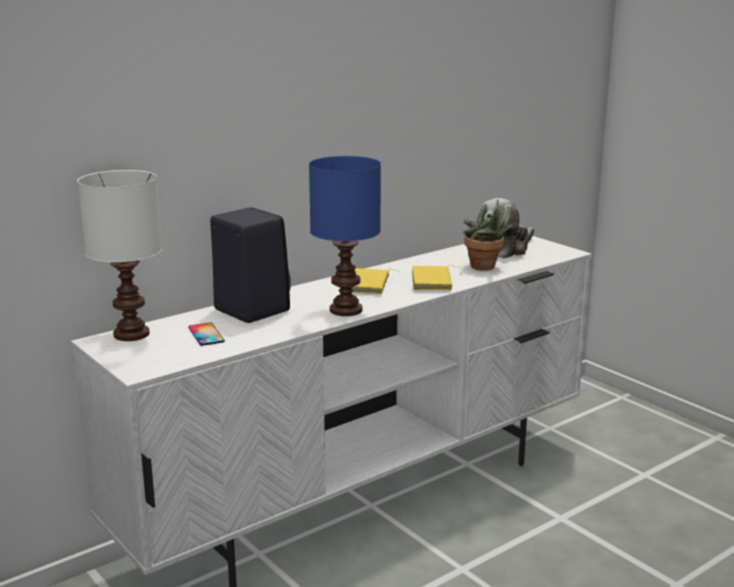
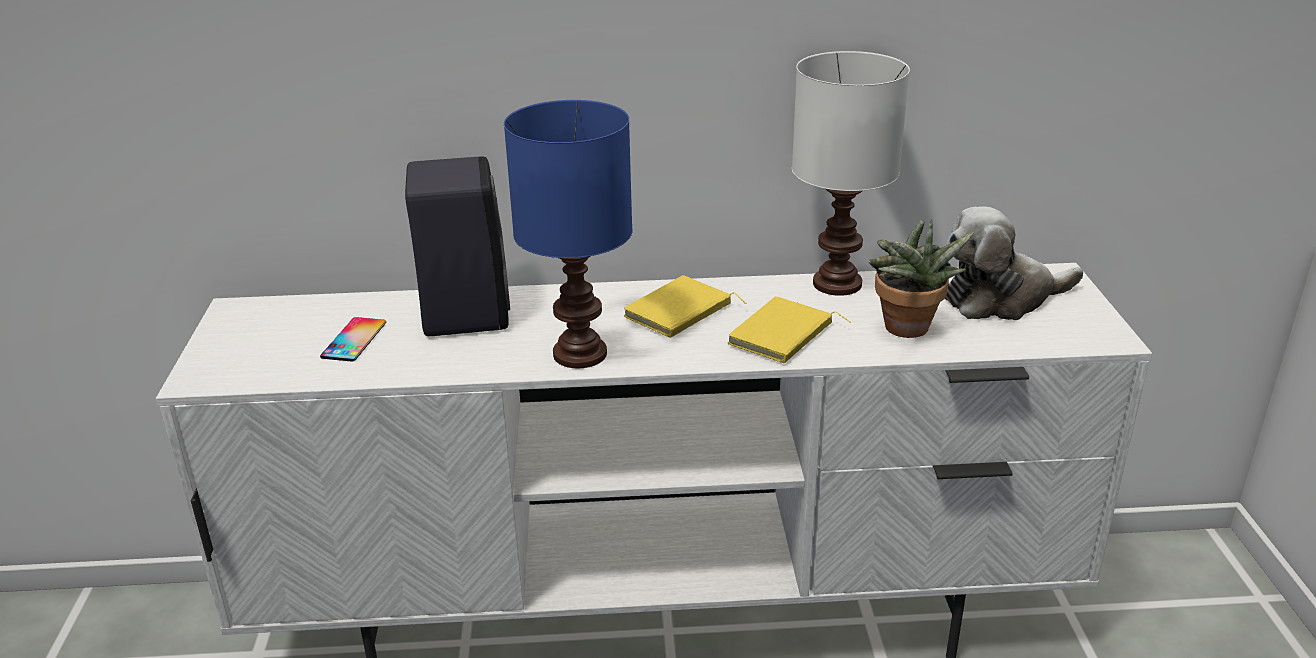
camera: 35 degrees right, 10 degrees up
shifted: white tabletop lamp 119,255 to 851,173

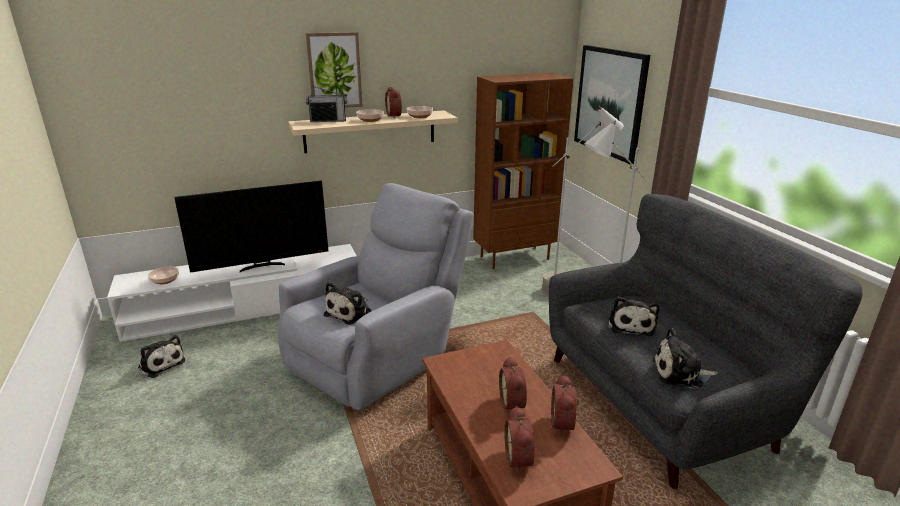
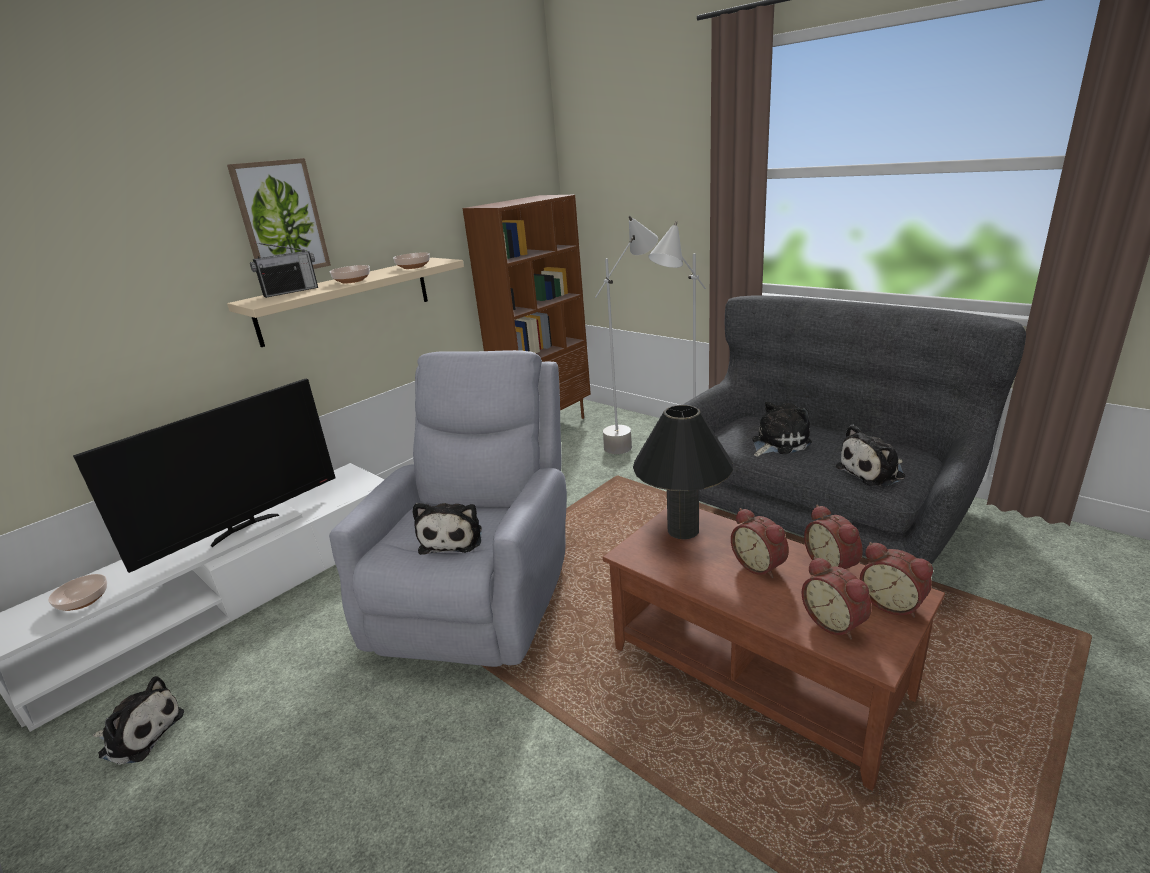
camera: 25 degrees left, 0 degrees up
gone: picture 612,105
new: black tabletop lamp 683,472
shifted: bedside clock 393,102 to 896,580
rotated: soft toy 634,316 = 782,429 105 degrees counterclockwise

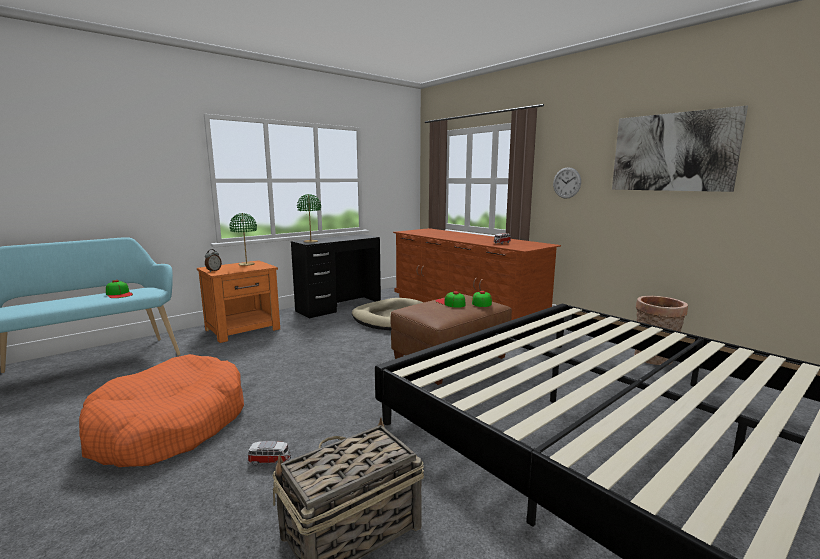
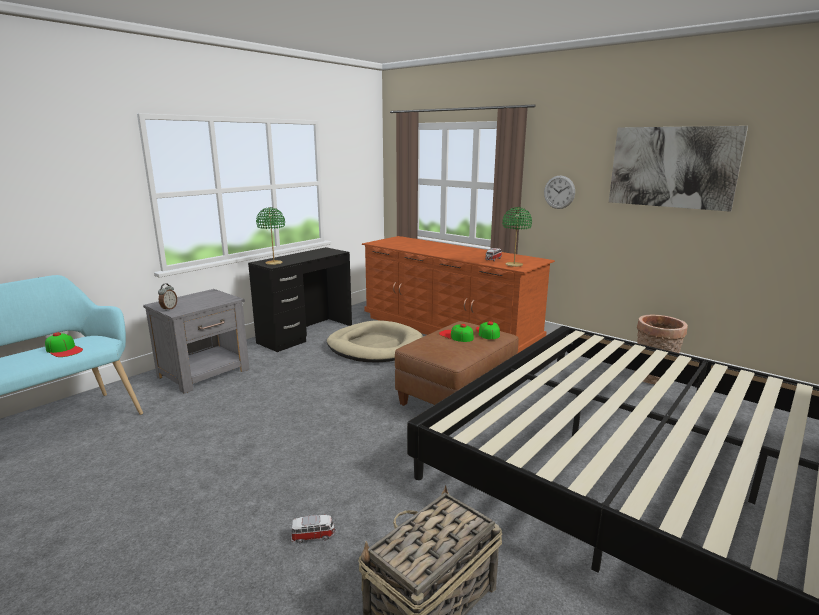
camera: 10 degrees left, 5 degrees up
gone: orange pet bed 161,410
shifted: green-coloured tabletop lamp 243,239 to 517,237
repainted: orange bedside table 238,301 to gray bedside table 196,341

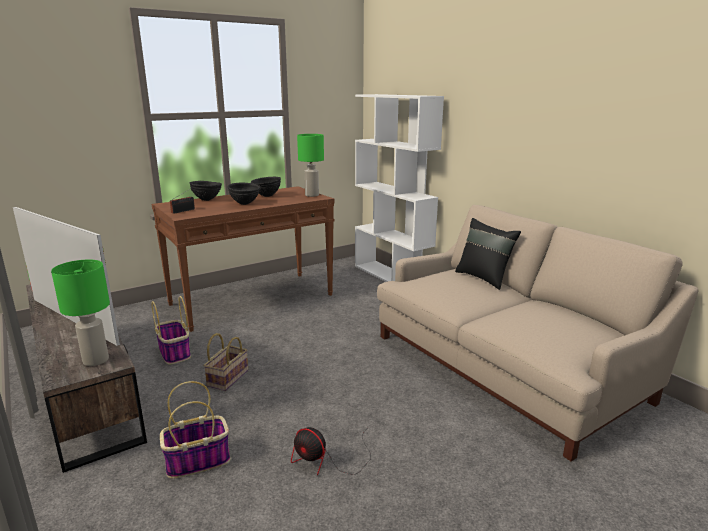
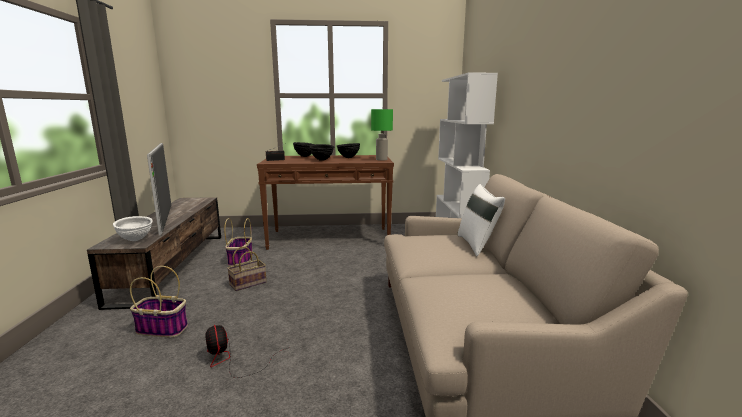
camera: 30 degrees right, 5 degrees down
swapped: green-coloured tabletop lamp 80,313 to white bowl 133,228
repainted: black pillow 488,254 to white pillow 481,220

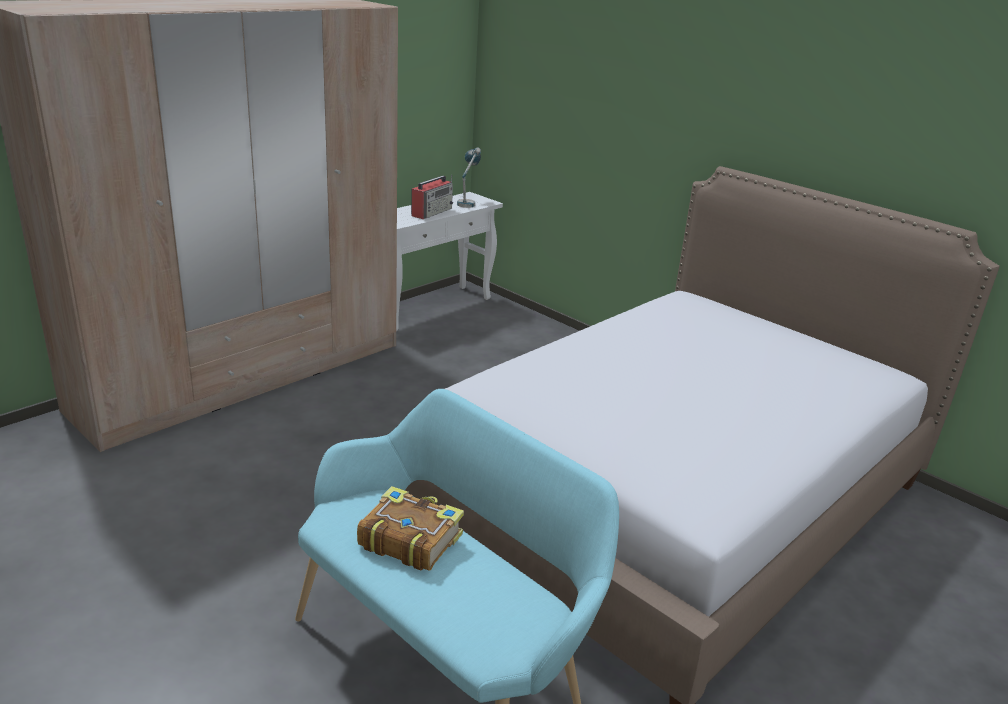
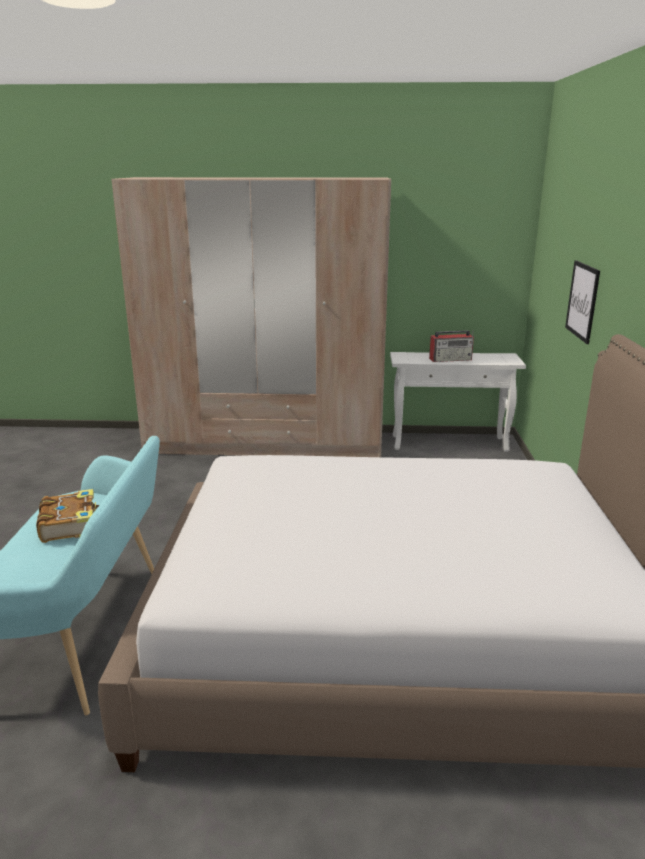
camera: 50 degrees right, 5 degrees down
gone: tabletop lamp 469,177
new: picture 582,302

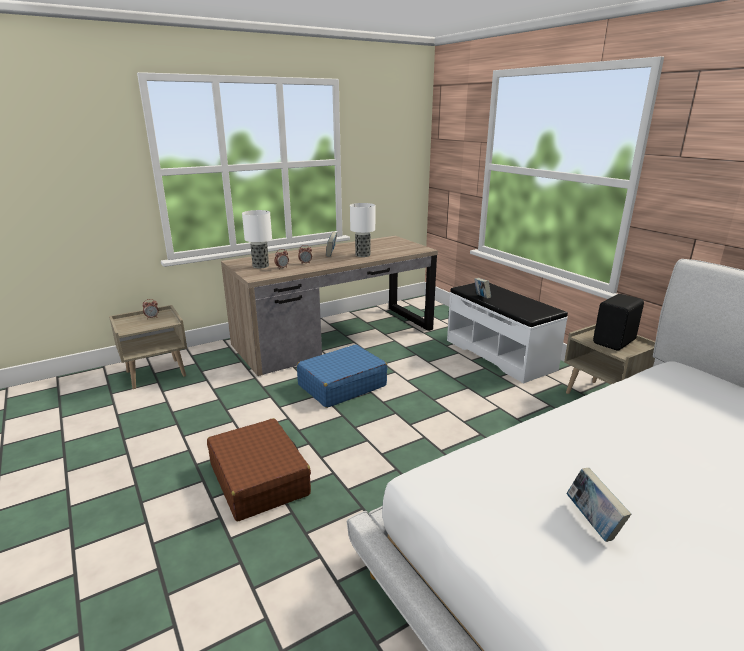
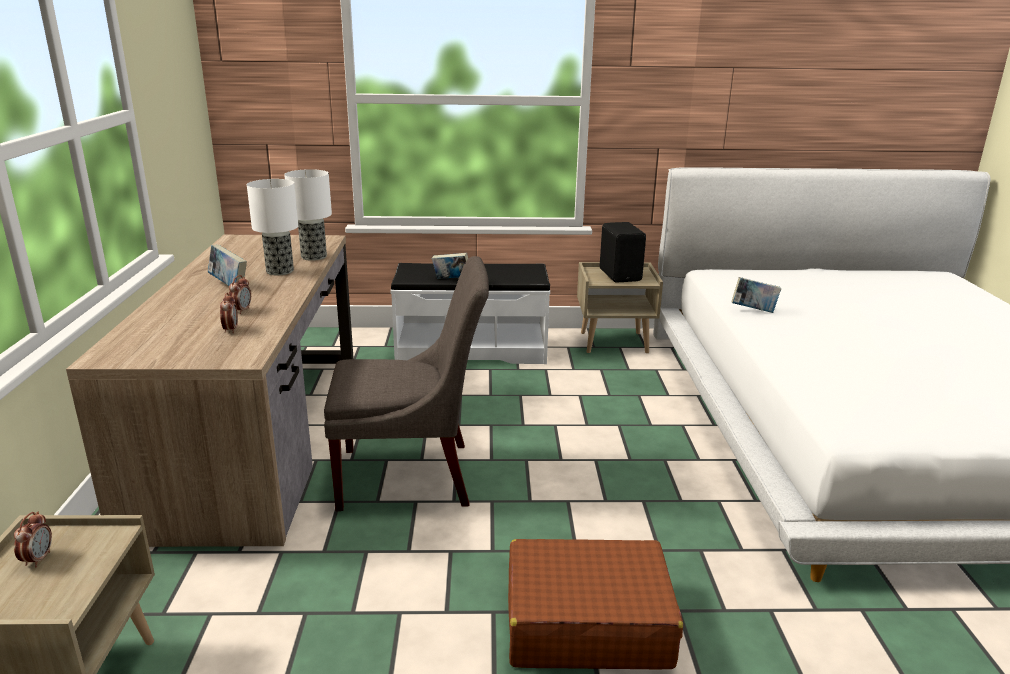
camera: 60 degrees left, 0 degrees up
shifted: tabletop lamp 257,239 to 308,215; bound book 598,505 to 756,295
swapped: blue piece of luggage 342,376 to gray upright chair 406,383

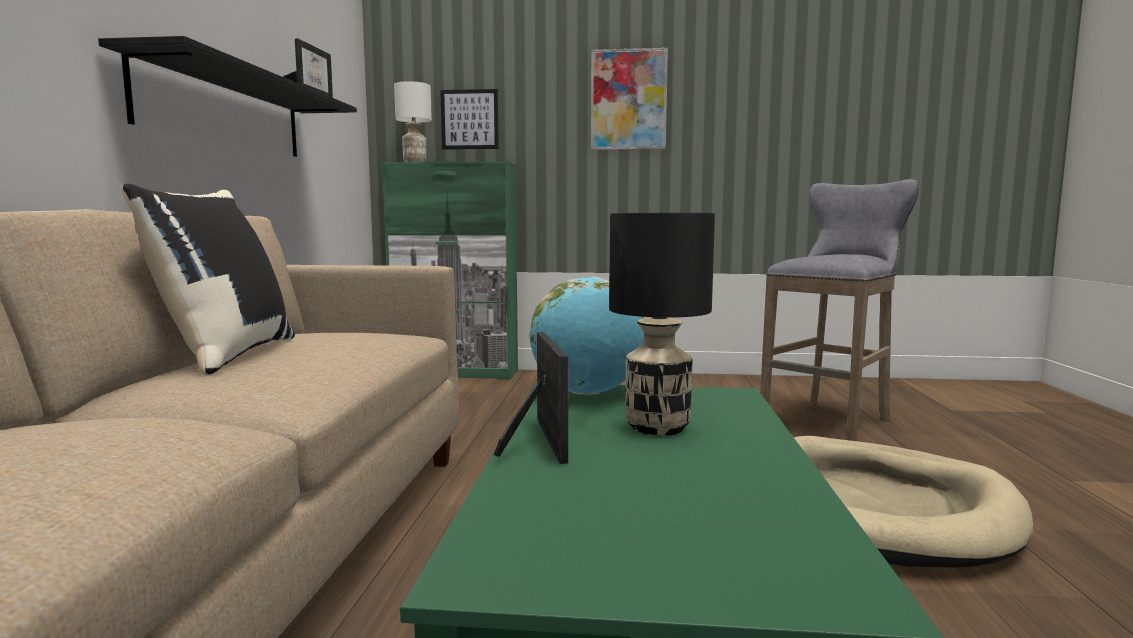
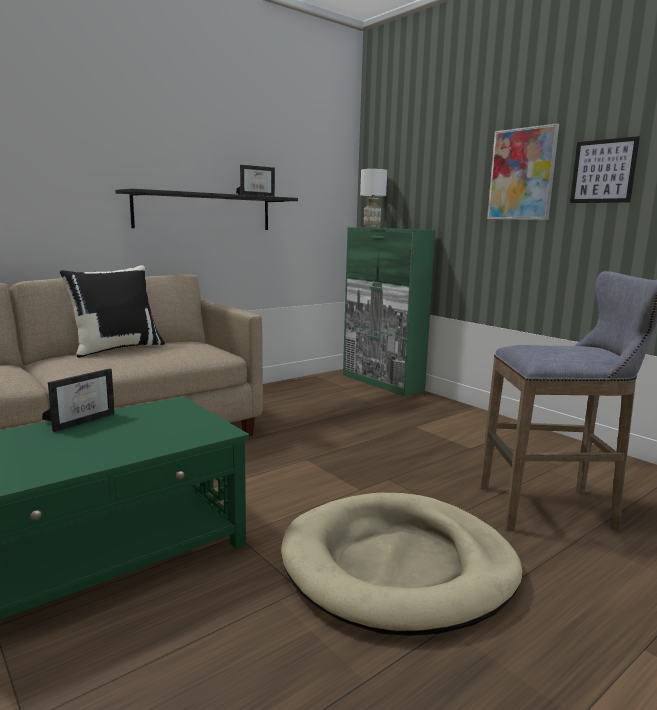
camera: 45 degrees right, 5 degrees up
gone: globe 587,336; black tabletop lamp 662,324
shifted: picture 469,119 to 605,169

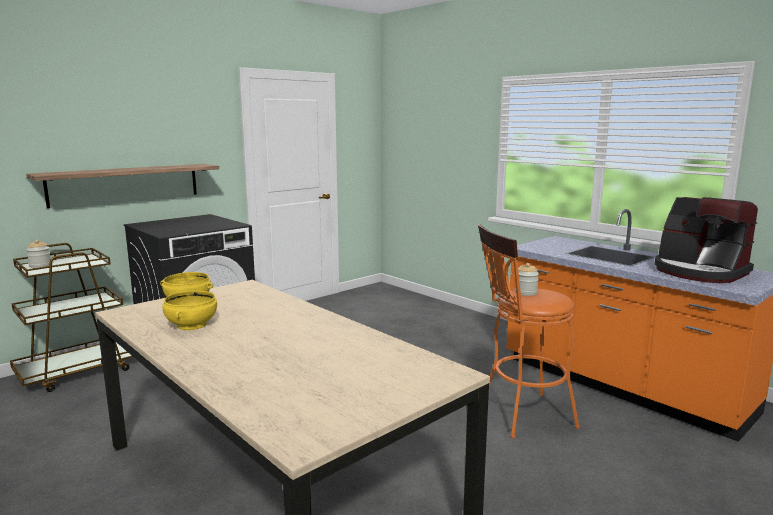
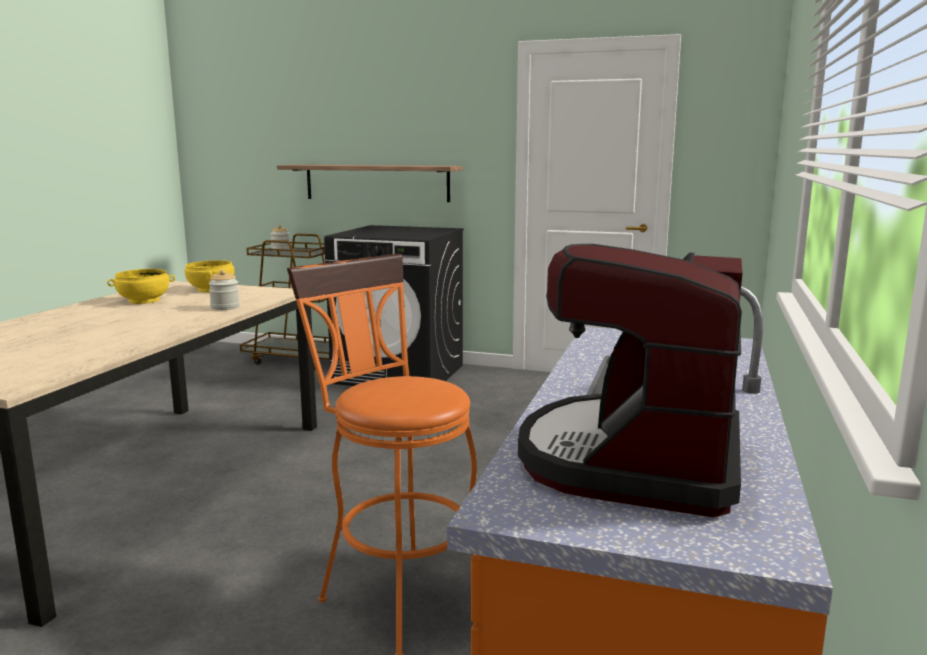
camera: 60 degrees right, 0 degrees up
shifted: preserve jar 527,279 to 224,290

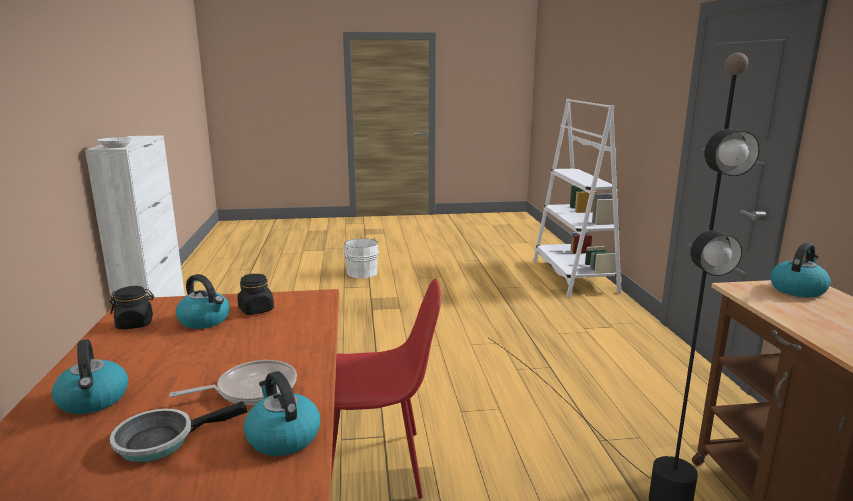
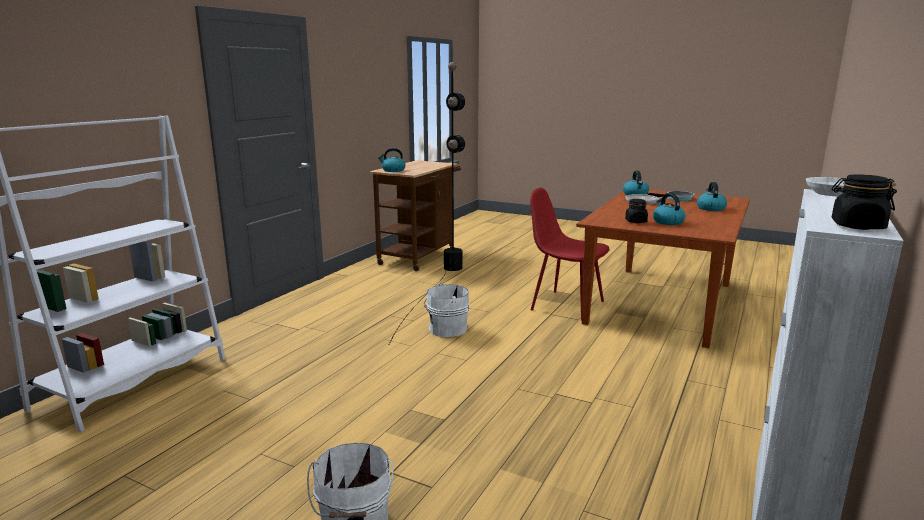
camera: 145 degrees left, 0 degrees up
new: white water bucket 447,309
shifted: black preserve jar 131,307 to 864,202

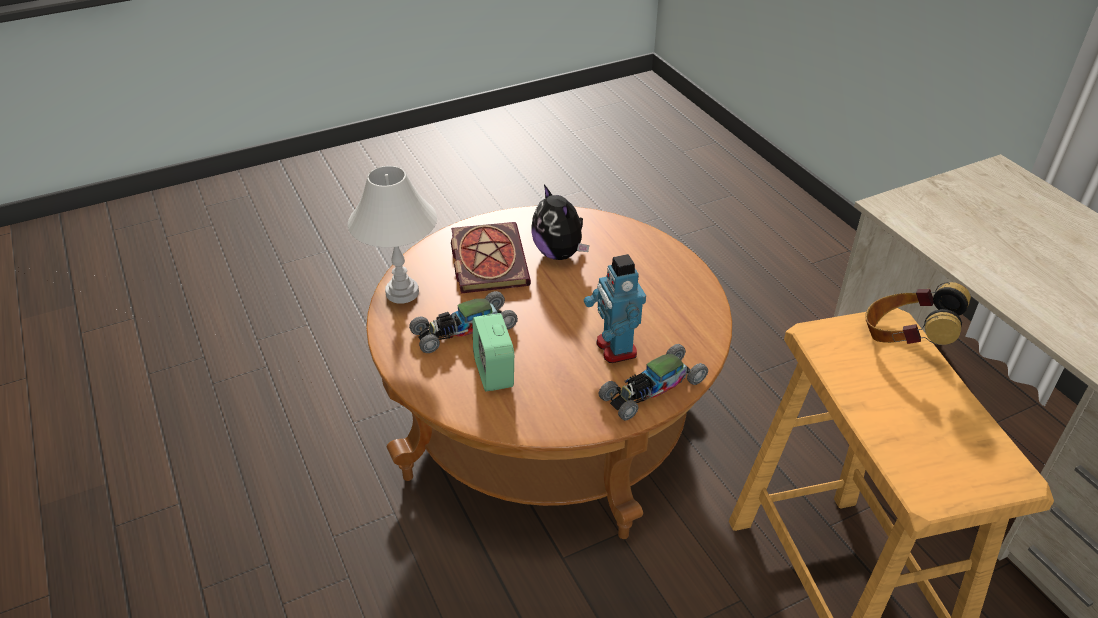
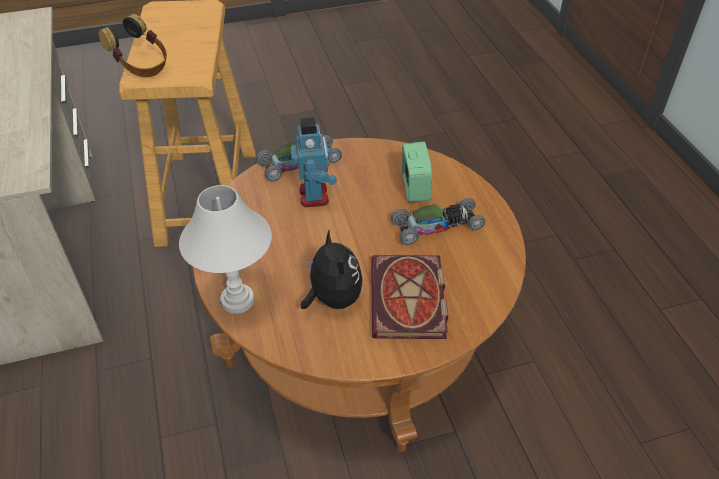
camera: 170 degrees left, 5 degrees up
shifted: white tabletop lamp 392,235 to 225,249

